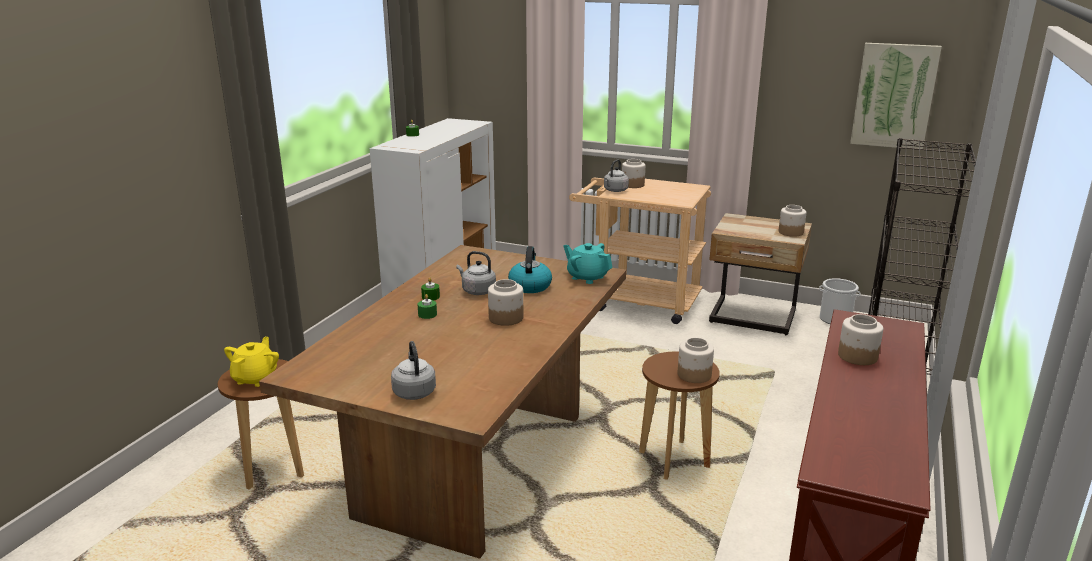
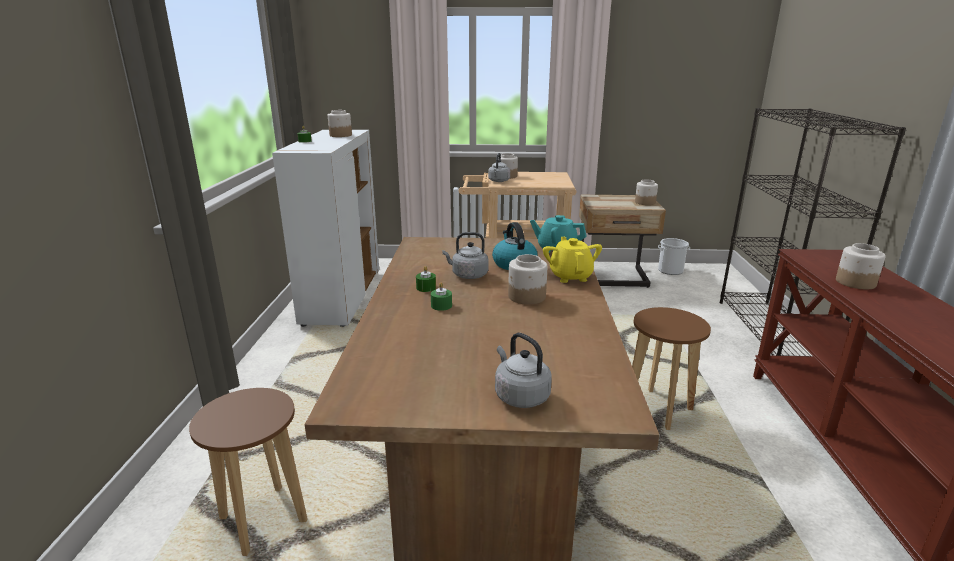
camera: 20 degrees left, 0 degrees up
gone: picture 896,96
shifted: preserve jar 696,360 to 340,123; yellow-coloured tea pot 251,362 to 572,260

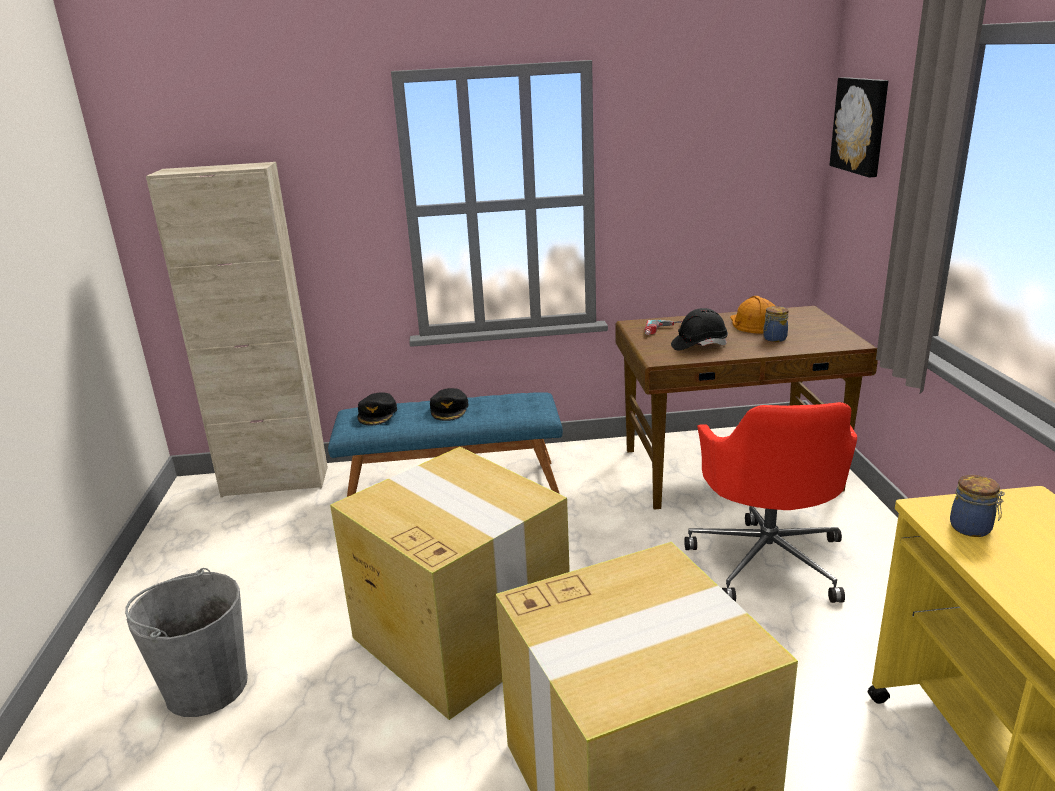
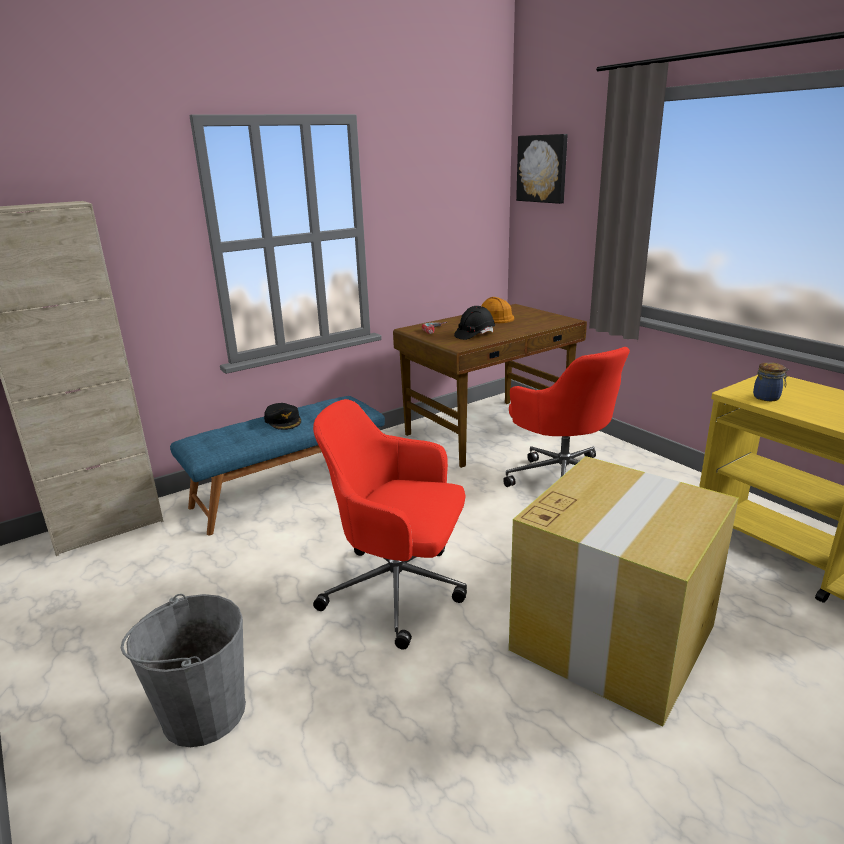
camera: 30 degrees left, 0 degrees up
gone: black baseball cap 377,408; preserve jar 776,324
swapped: carton 450,583 to red-coloured computer chair 390,524

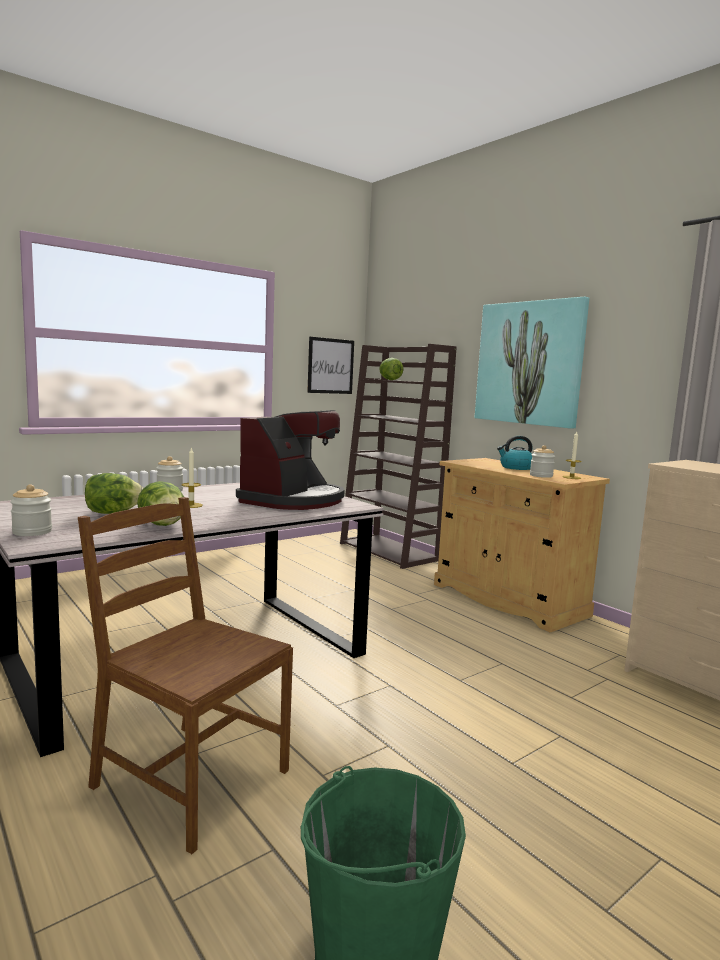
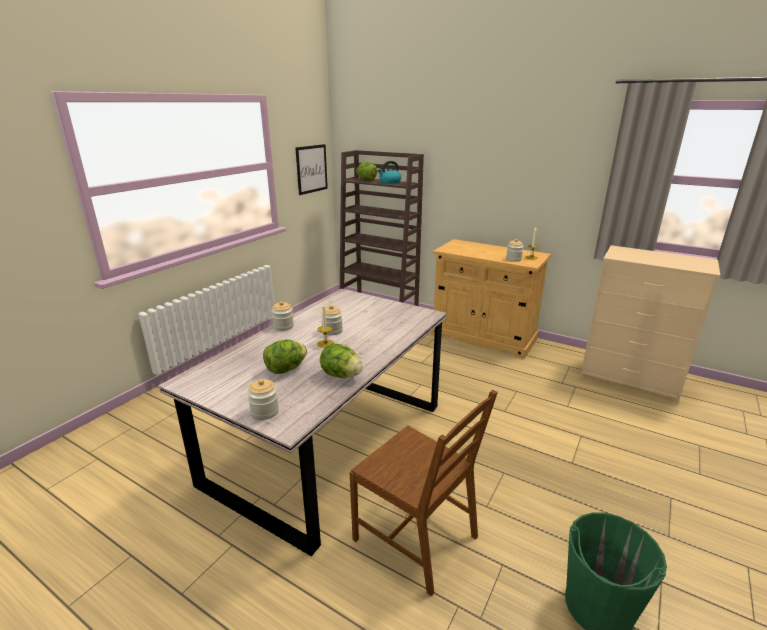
camera: 20 degrees left, 15 degrees up
gone: coffee maker 290,460; picture 532,363
new: preserve jar 332,320
shifted: tea kettle 514,453 to 389,172
rotated: brown upright chair 185,675 = 423,493 150 degrees counterclockwise

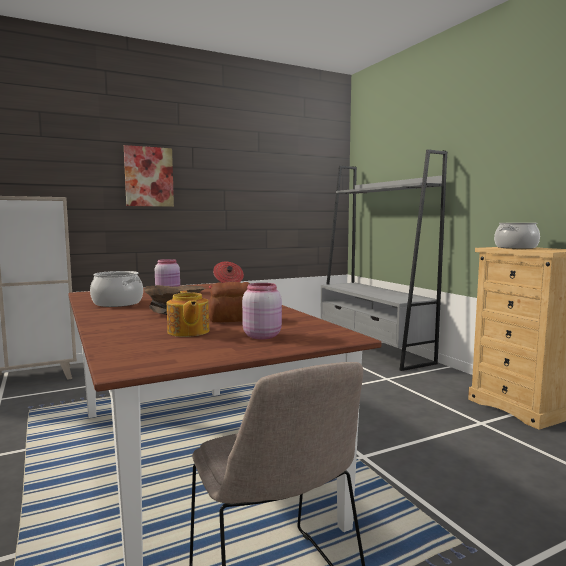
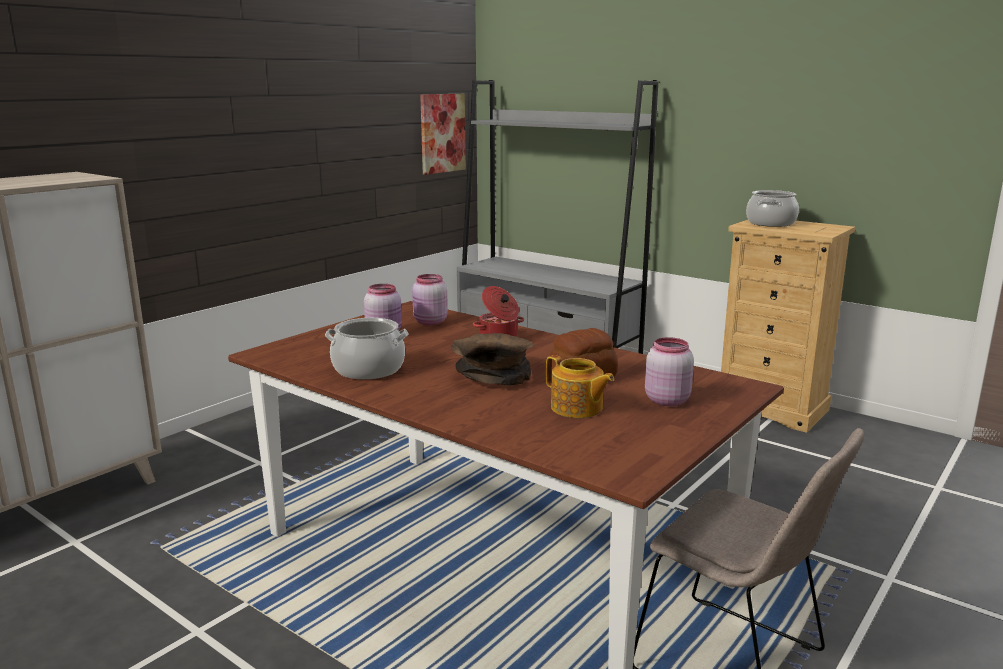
camera: 25 degrees left, 10 degrees up
new: pink-coloured preserve jar 430,299
shifted: picture 149,176 to 443,134

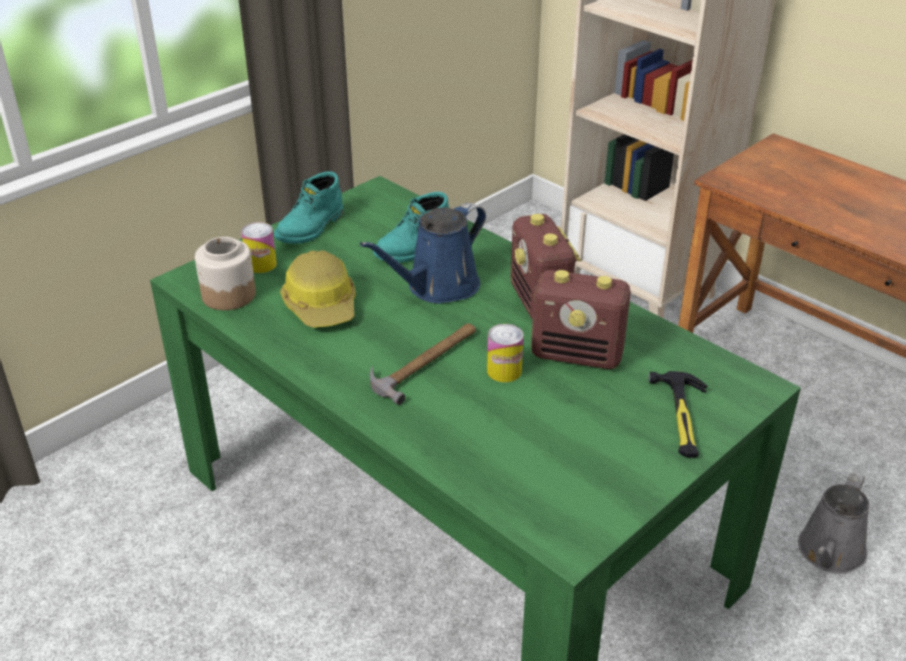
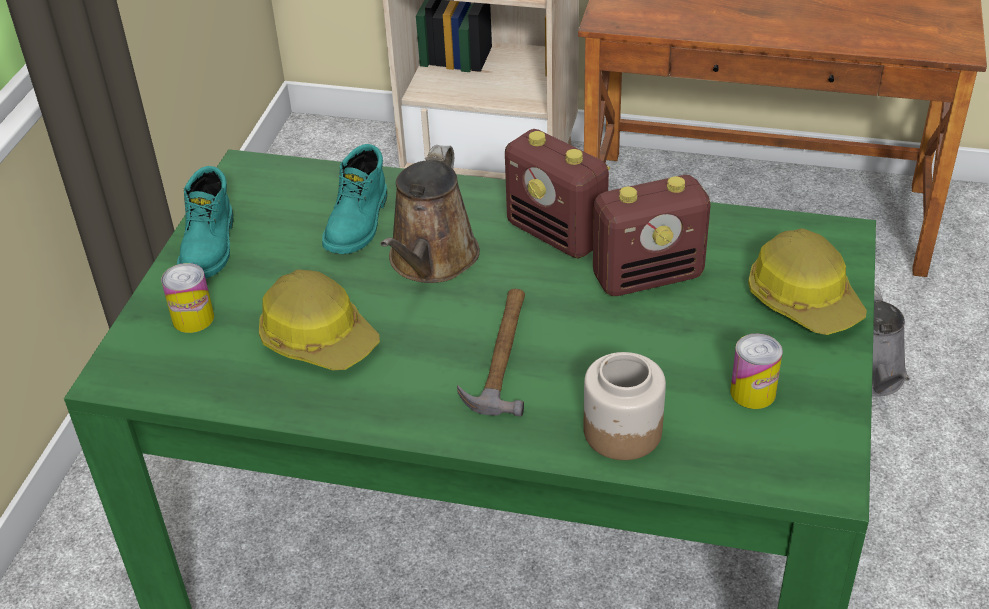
camera: 30 degrees left, 5 degrees up
shifted: preserve jar 225,273 to 625,406; can 505,353 to 756,371
swapped: hand hammer 678,414 to work helmet 807,281
repainted: blue sprinkling can 423,253 to brown sprinkling can 430,214

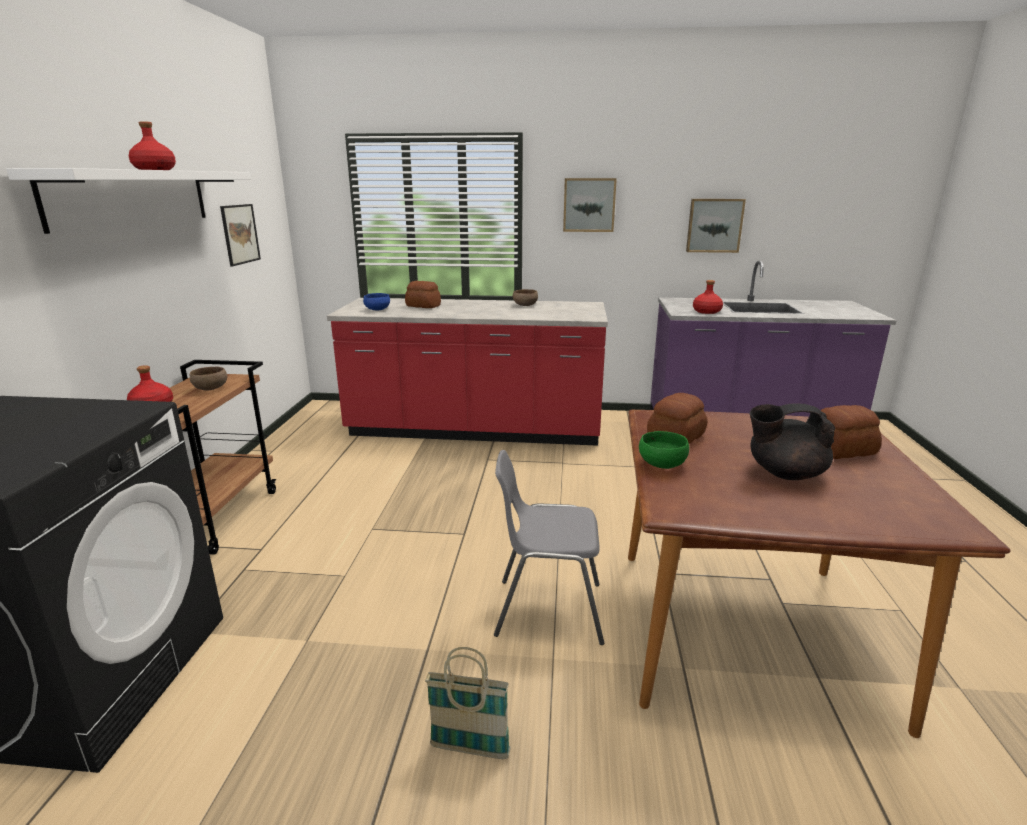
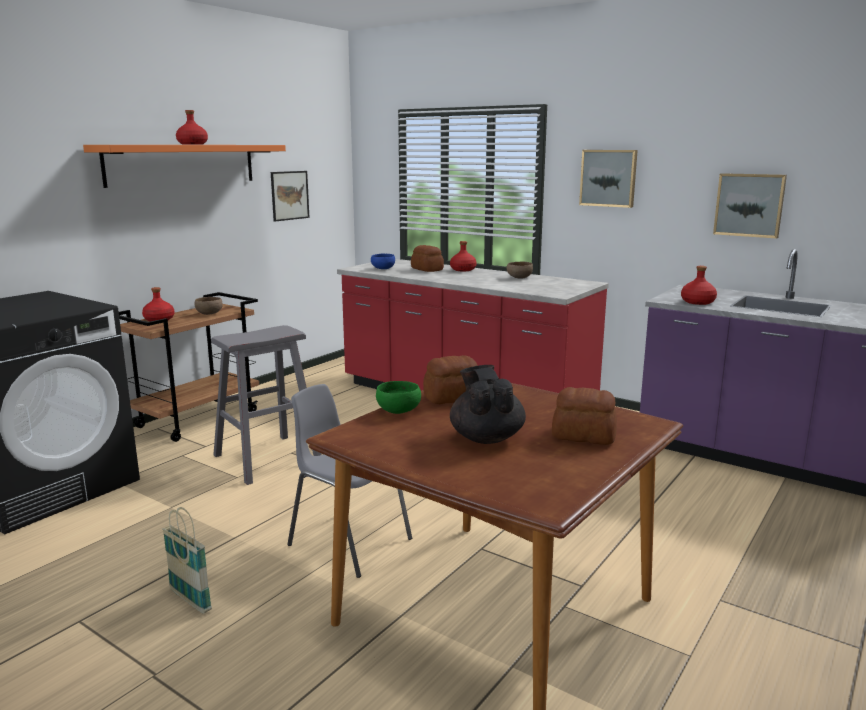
camera: 30 degrees right, 5 degrees down
new: gray sitting stool 266,405; red-coloured beverage bottle 463,256
repainted: white wall shelf 128,201 to orange wall shelf 184,166
rotated: black tea pot 792,441 = 488,404 45 degrees clockwise

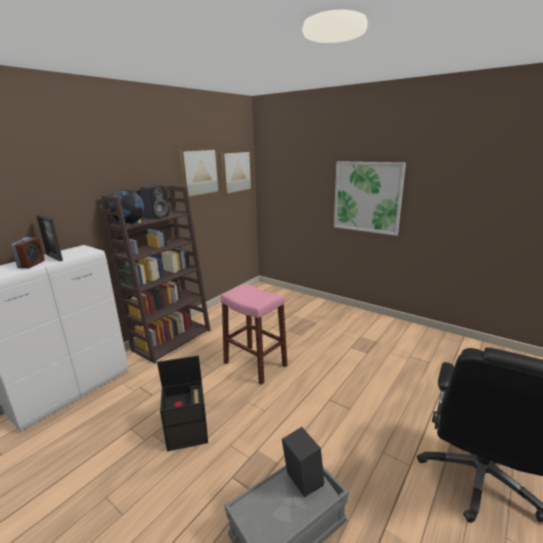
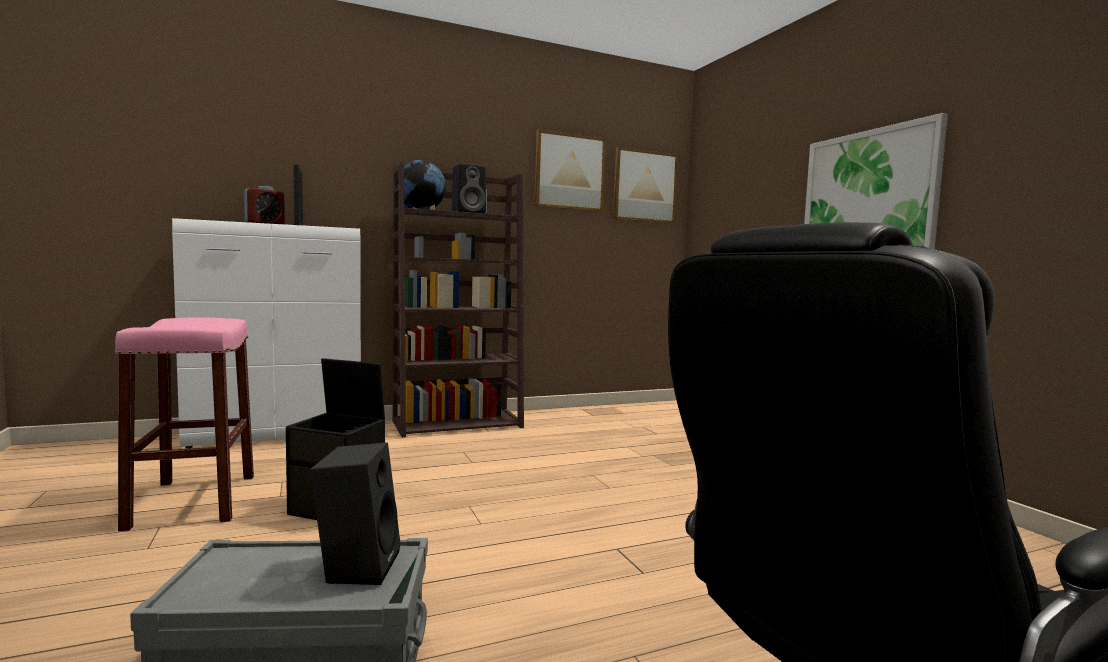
camera: 30 degrees right, 15 degrees down
shifted: pink-coloured sitting stool 254,334 to 184,424

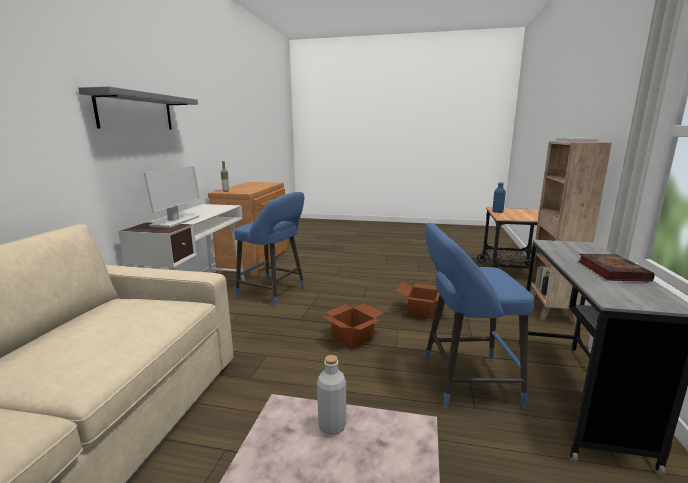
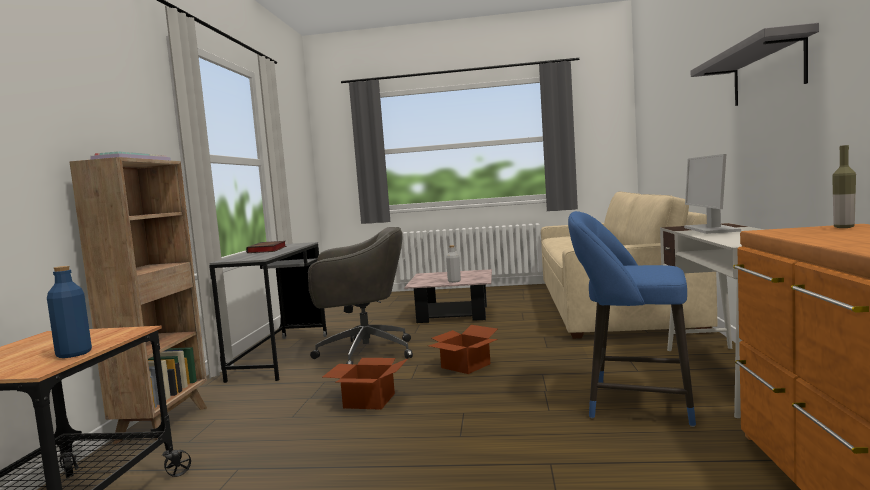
camera: 175 degrees right, 10 degrees down
swapped: blue sitting stool 479,315 to gray computer chair 360,295

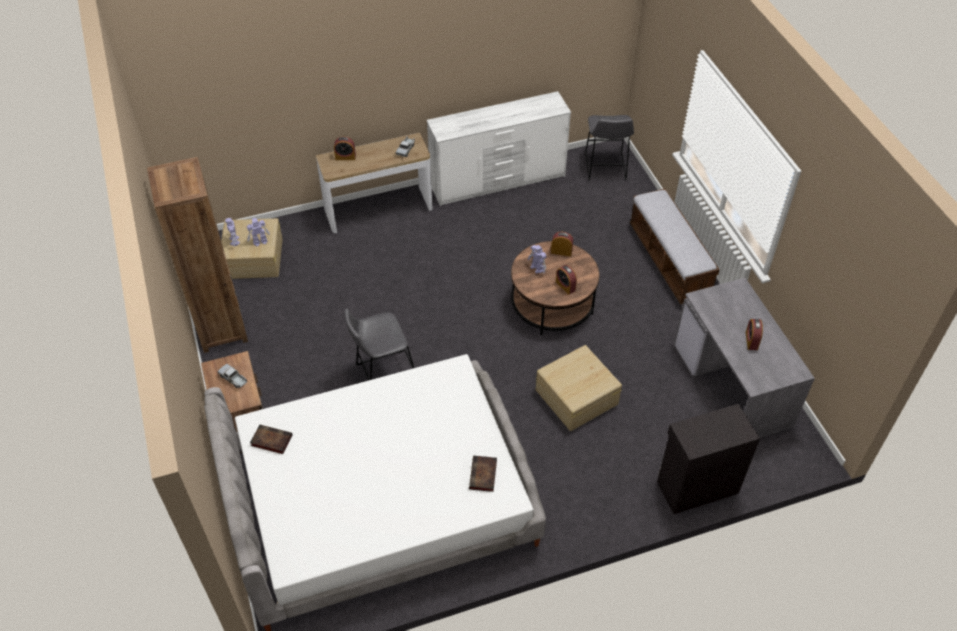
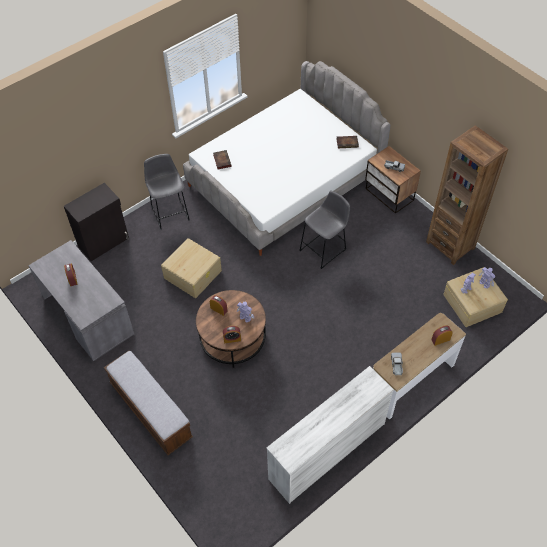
camera: 160 degrees right, 5 degrees up
shifted: gray sitting stool 609,148 to 167,192

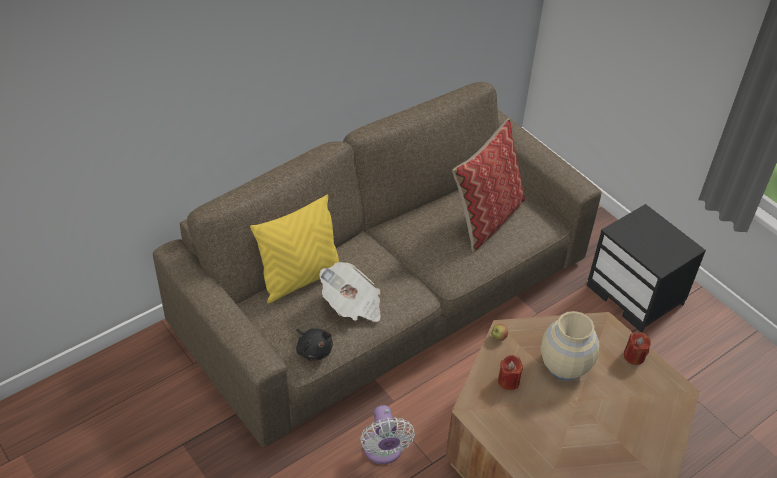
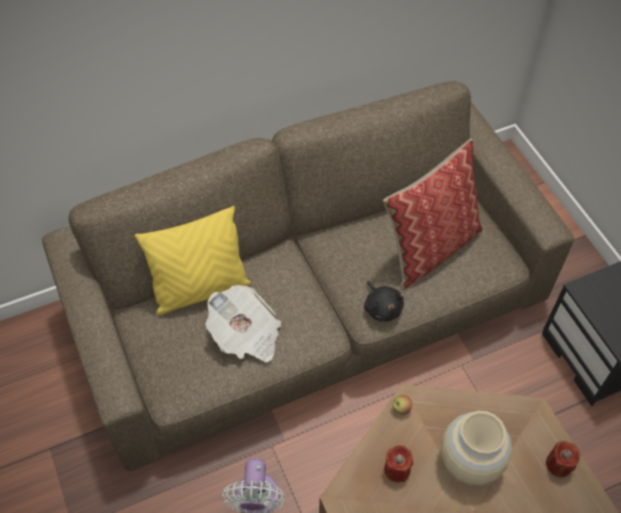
camera: 15 degrees right, 10 degrees up
shifted: black soft toy 314,345 to 384,301

